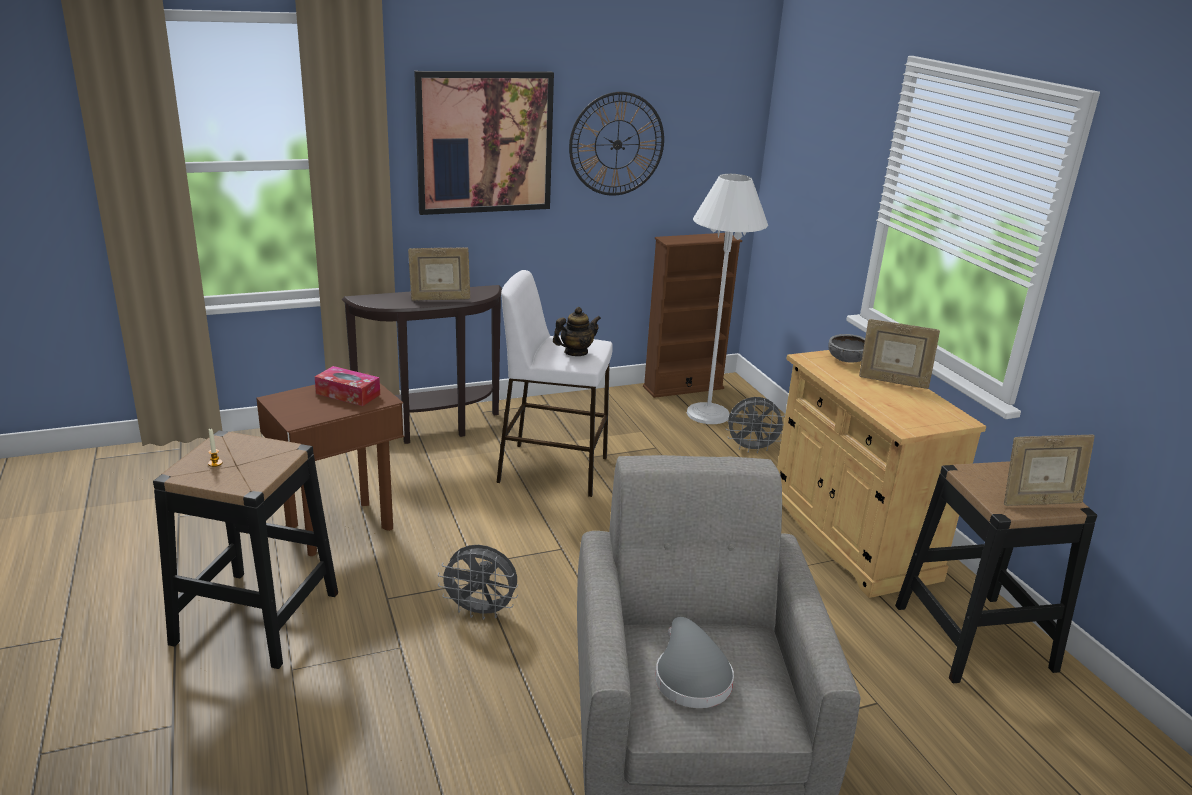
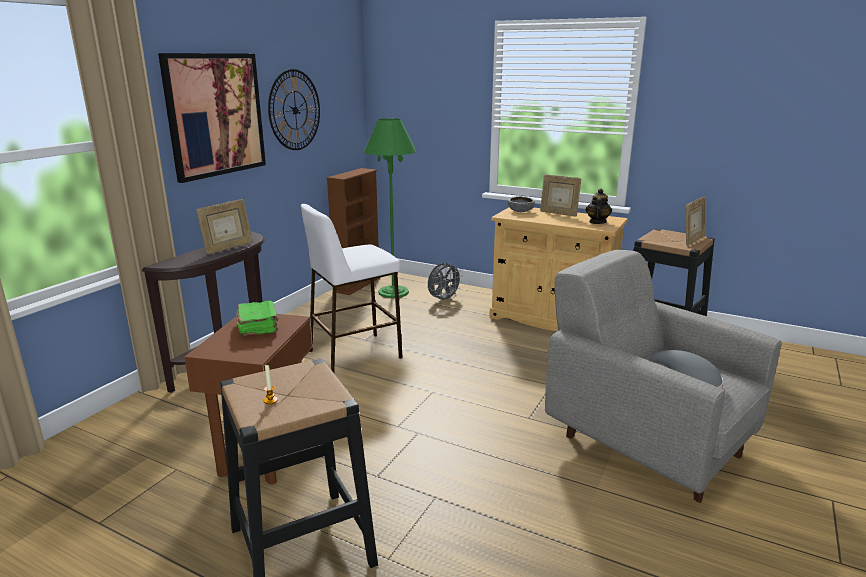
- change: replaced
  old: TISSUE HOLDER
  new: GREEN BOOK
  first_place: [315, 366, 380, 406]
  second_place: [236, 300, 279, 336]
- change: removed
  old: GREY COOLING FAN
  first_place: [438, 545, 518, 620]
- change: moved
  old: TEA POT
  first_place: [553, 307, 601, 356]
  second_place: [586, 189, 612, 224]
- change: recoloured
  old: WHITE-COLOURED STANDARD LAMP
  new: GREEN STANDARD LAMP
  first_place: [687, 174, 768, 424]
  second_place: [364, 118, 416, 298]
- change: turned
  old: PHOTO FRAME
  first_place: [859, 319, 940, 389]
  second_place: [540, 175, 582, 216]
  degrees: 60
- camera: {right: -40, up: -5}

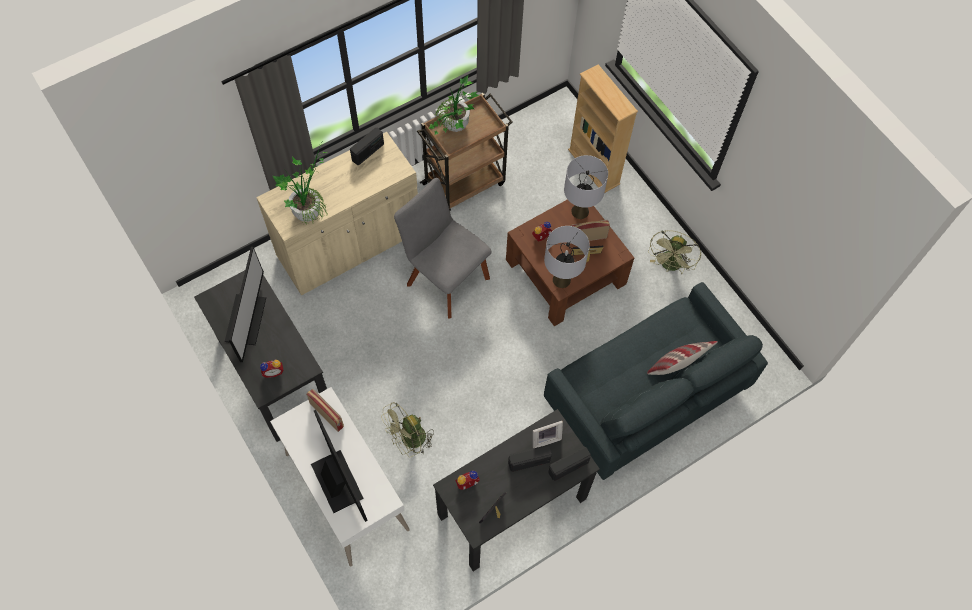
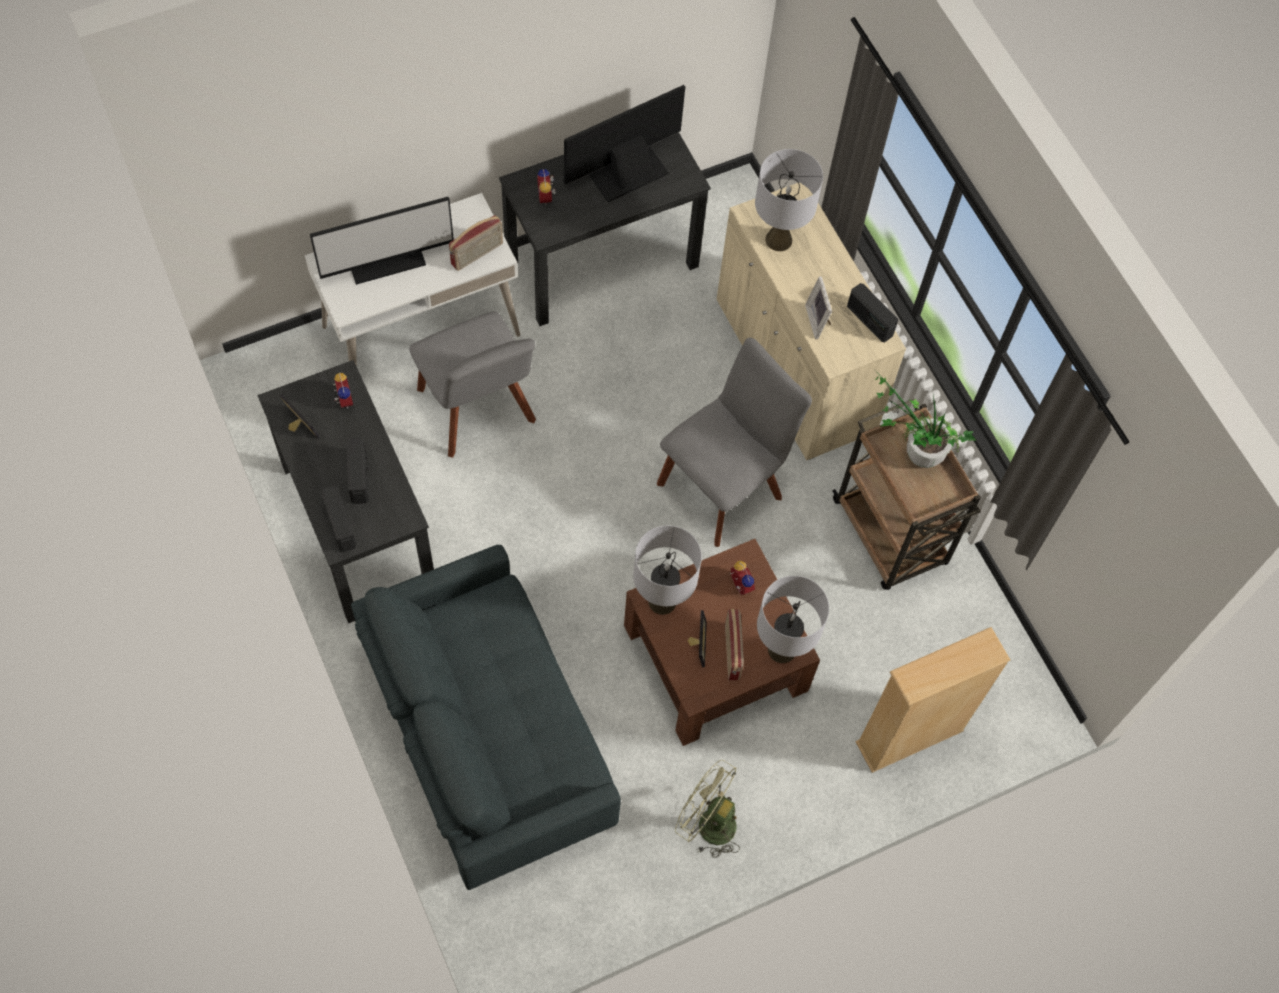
- change: turned
  old: MONITOR
  first_place: [225, 247, 266, 362]
  second_place: [564, 85, 685, 202]
  degrees: 135
- change: replaced
  old: PLANT IN A POT
  new: GREY TABLE LAMP
  first_place: [272, 140, 328, 225]
  second_place: [755, 149, 823, 251]
- change: replaced
  old: GREEN COOLING FAN
  new: GREY CHAIR
  first_place: [381, 402, 432, 457]
  second_place: [409, 311, 536, 458]
- change: moved
  old: PHOTO FRAME
  first_place: [533, 421, 563, 448]
  second_place: [805, 276, 832, 339]
- change: removed
  old: CUSHION
  first_place: [647, 341, 718, 375]
- camera: {right: 95, up: 0}

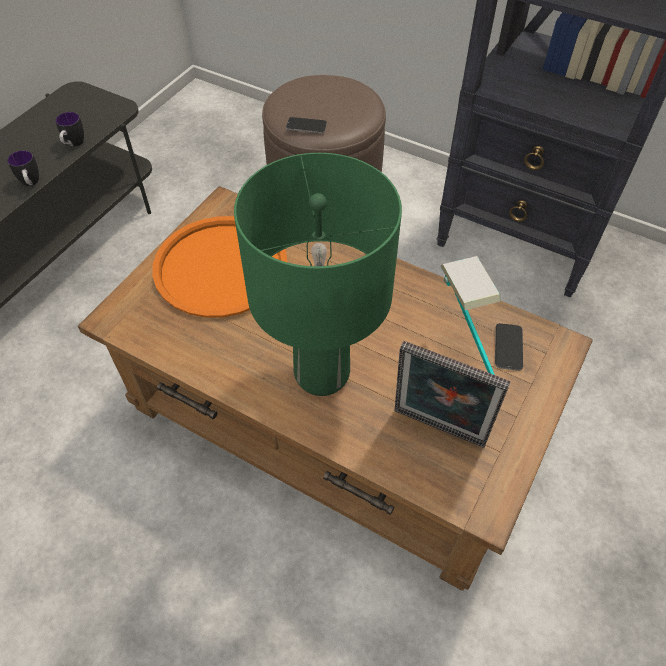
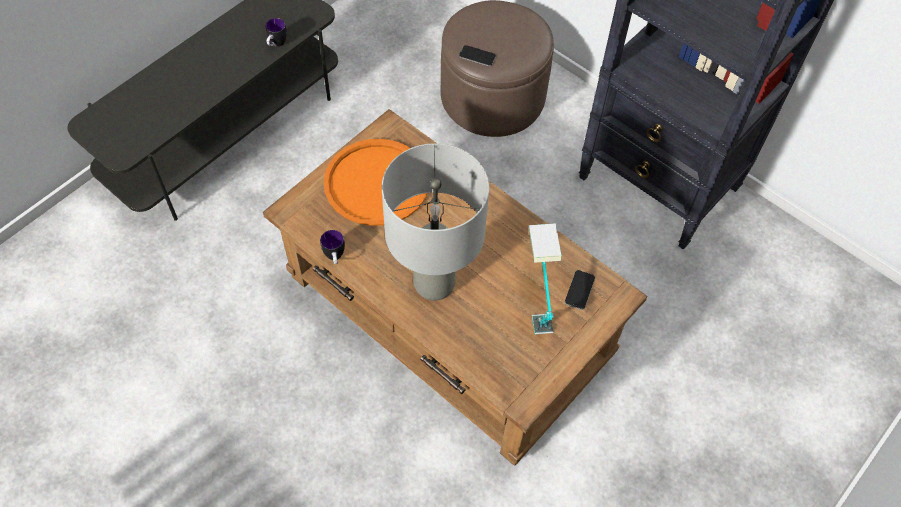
- change: moved
  old: TEA MUG
  first_place: [7, 150, 39, 186]
  second_place: [320, 230, 345, 264]
- change: recoloured
  old: GREEN TABLE LAMP
  new: GREY TABLE LAMP
  first_place: [234, 153, 402, 396]
  second_place: [382, 143, 489, 301]
- change: removed
  old: PHOTO FRAME
  first_place: [394, 341, 511, 448]
- camera: {right: 10, up: 5}

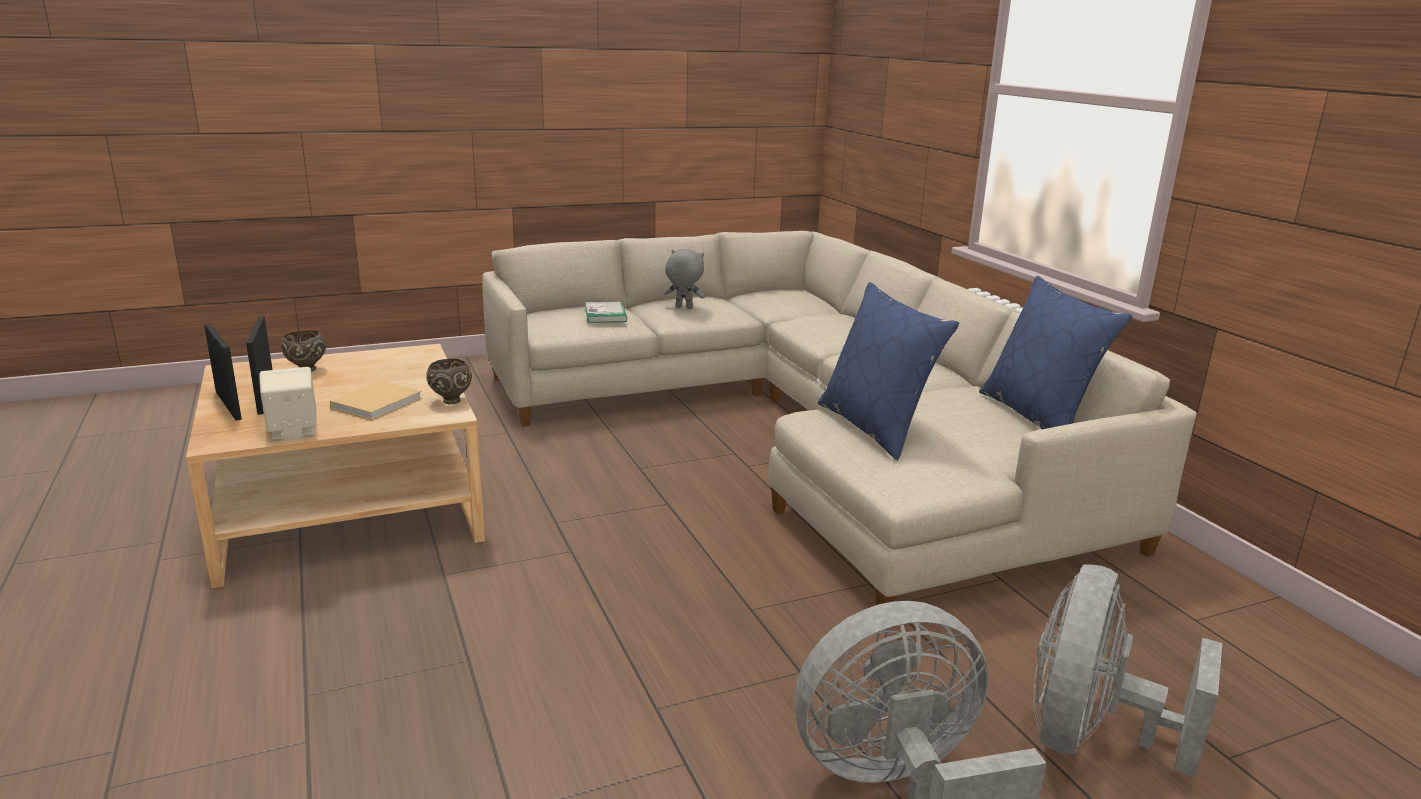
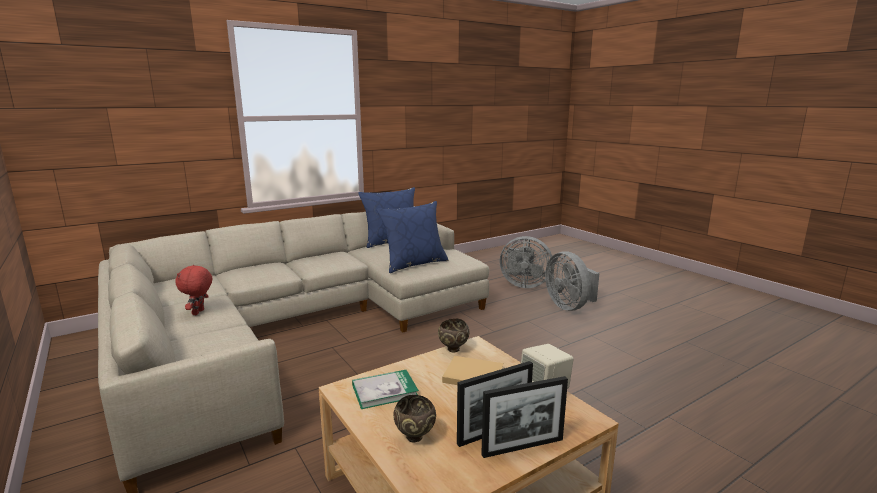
- change: turned
  old: PHOTO FRAME
  first_place: [204, 323, 242, 421]
  second_place: [481, 376, 568, 458]
  degrees: -150
- change: moved
  old: BOOK
  first_place: [585, 301, 627, 323]
  second_place: [352, 370, 419, 409]
- change: recoloured
  old: GREY CUDDLY TOY
  new: REDDISH CUDDLY TOY
  first_place: [664, 249, 705, 309]
  second_place: [176, 265, 212, 315]
- camera: {right: -100, up: -5}

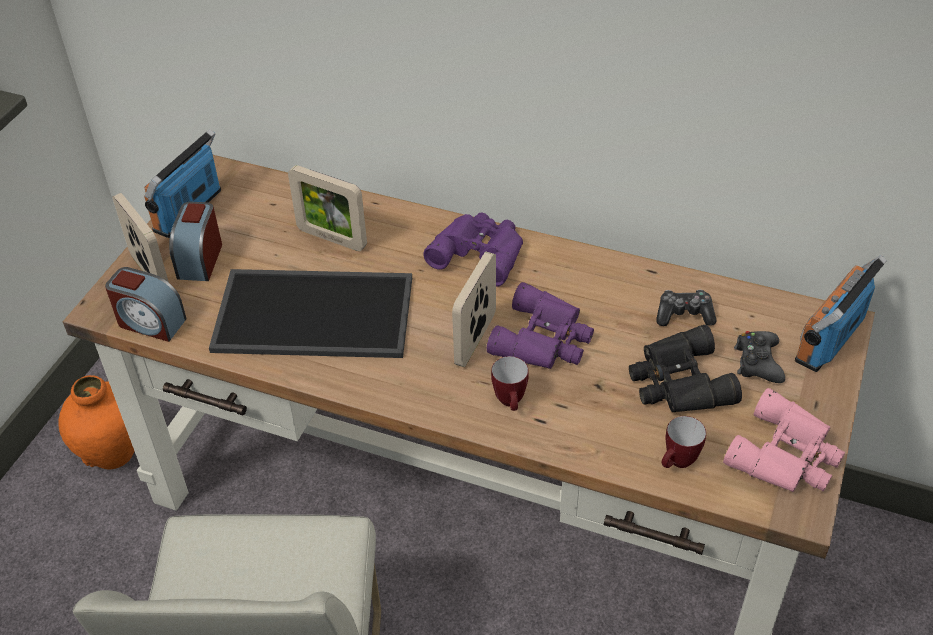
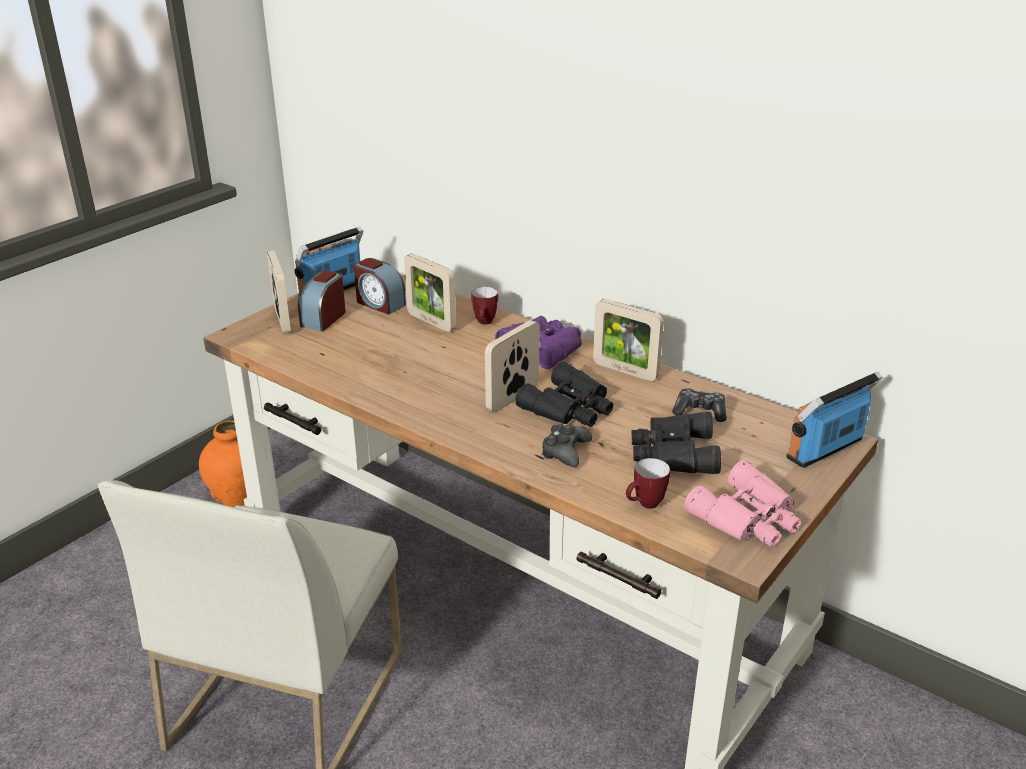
- change: moved
  old: ALARM CLOCK
  first_place: [105, 267, 187, 342]
  second_place: [354, 258, 406, 315]
- change: removed
  old: CARRYING TRAY
  first_place: [209, 269, 412, 358]
- change: recoloured
  old: PURPLISH FIELD GLASSES
  new: BLACK-COLOURED FIELD GLASSES
  first_place: [487, 282, 594, 369]
  second_place: [515, 361, 614, 427]
- change: moved
  old: TEA MUG
  first_place: [491, 356, 529, 411]
  second_place: [472, 287, 498, 325]
- change: moved
  old: BLACK-COLOURED JOYPAD
  first_place: [734, 331, 785, 383]
  second_place: [541, 423, 592, 467]
- change: added
  new: PHOTO FRAME
  second_place: [593, 299, 664, 381]
- camera: {right: 15, up: -15}

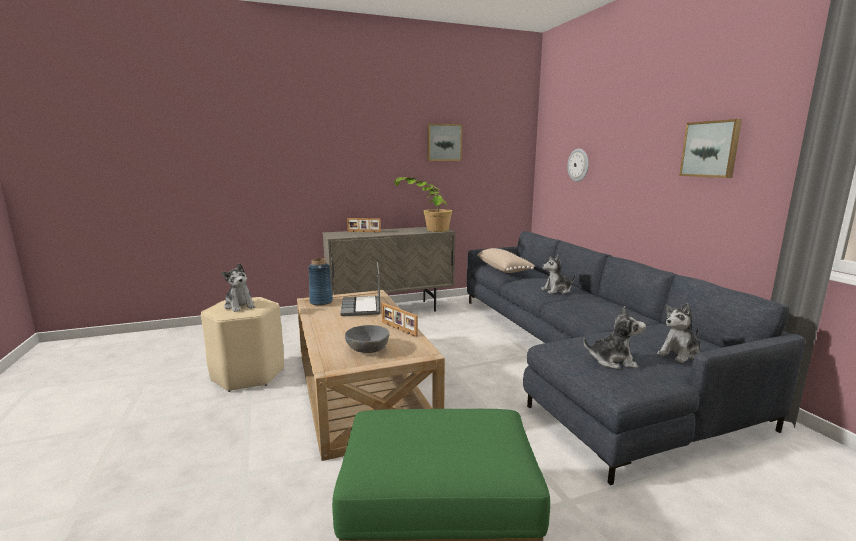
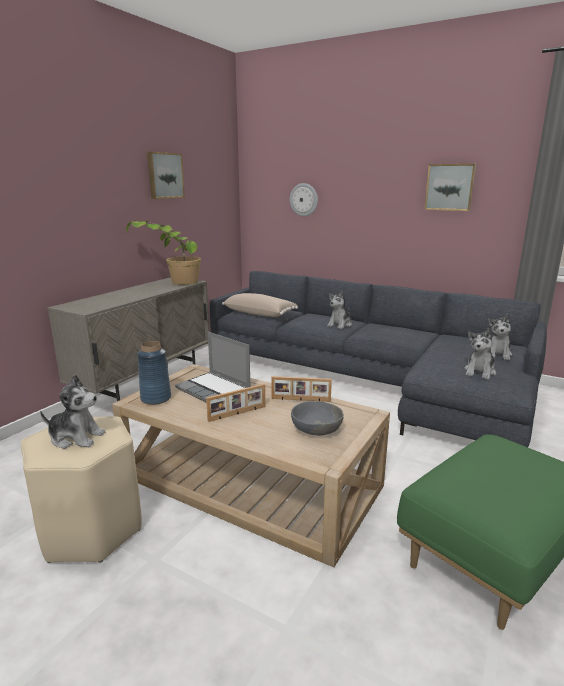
- change: moved
  old: PHOTO FRAME
  first_place: [347, 218, 381, 233]
  second_place: [206, 384, 265, 422]
- change: turned
  old: CUDDLY TOY
  first_place: [584, 306, 646, 369]
  second_place: [464, 328, 496, 380]
  degrees: 150
- camera: {right: -40, up: 5}

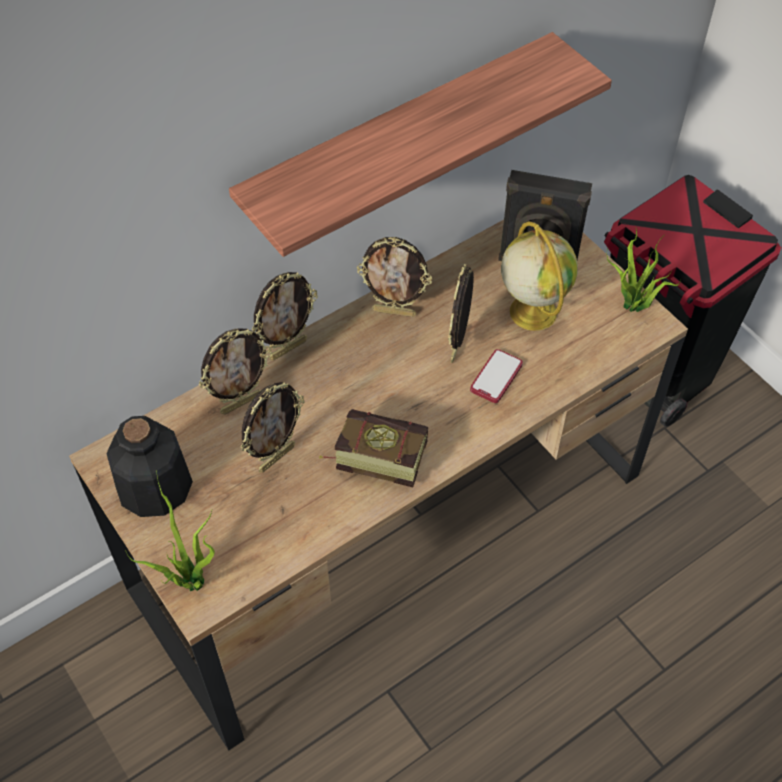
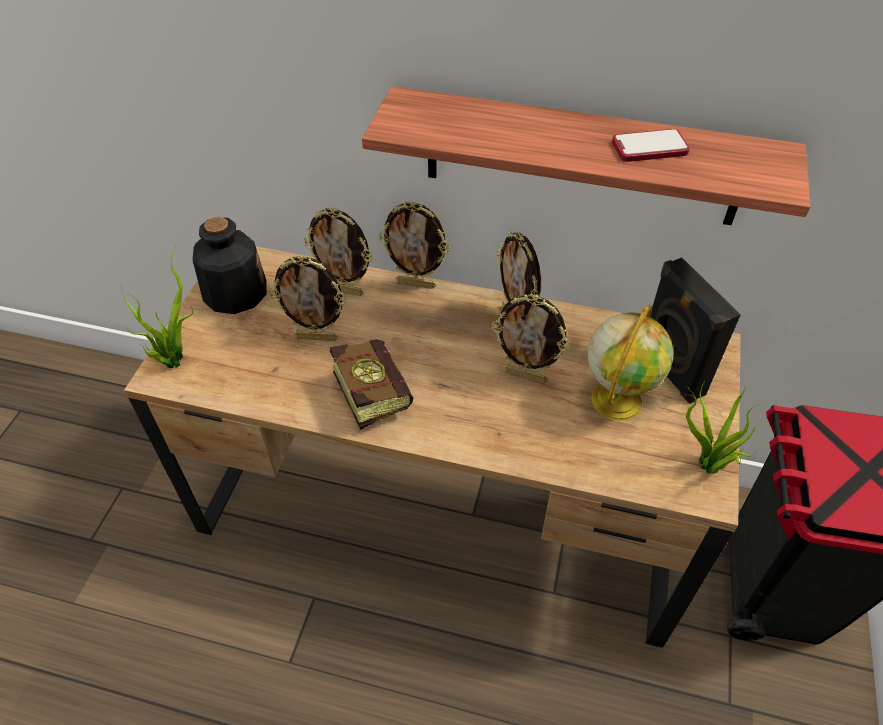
- change: turned
  old: PHOTO FRAME
  first_place: [448, 264, 474, 363]
  second_place: [492, 294, 570, 383]
  degrees: -135
- change: moved
  old: HANDSET
  first_place: [470, 349, 523, 403]
  second_place: [612, 129, 690, 162]
- camera: {right: 50, up: -5}

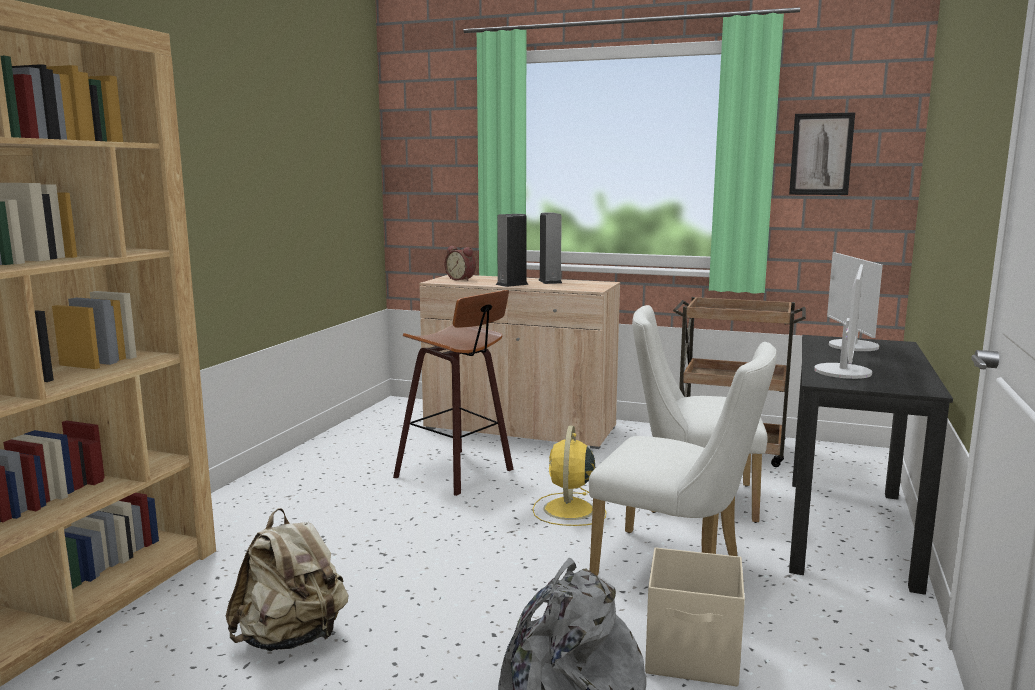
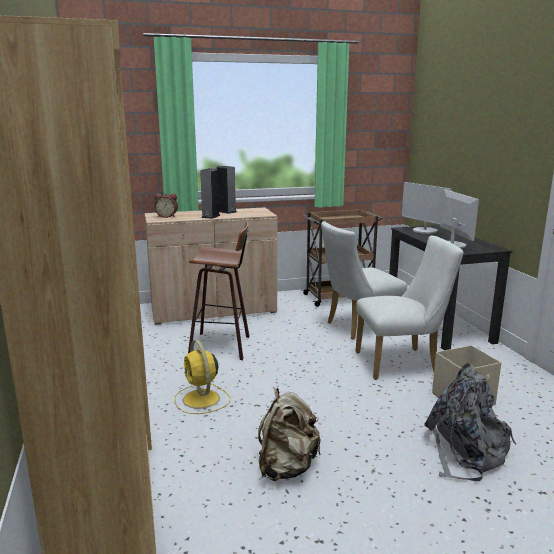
- change: moved
  old: YELLOW-COLOURED COOLING FAN
  first_place: [532, 425, 606, 526]
  second_place: [175, 340, 230, 414]
- change: removed
  old: WALL PICTURE
  first_place: [789, 112, 855, 195]
- camera: {right: -35, up: 5}

